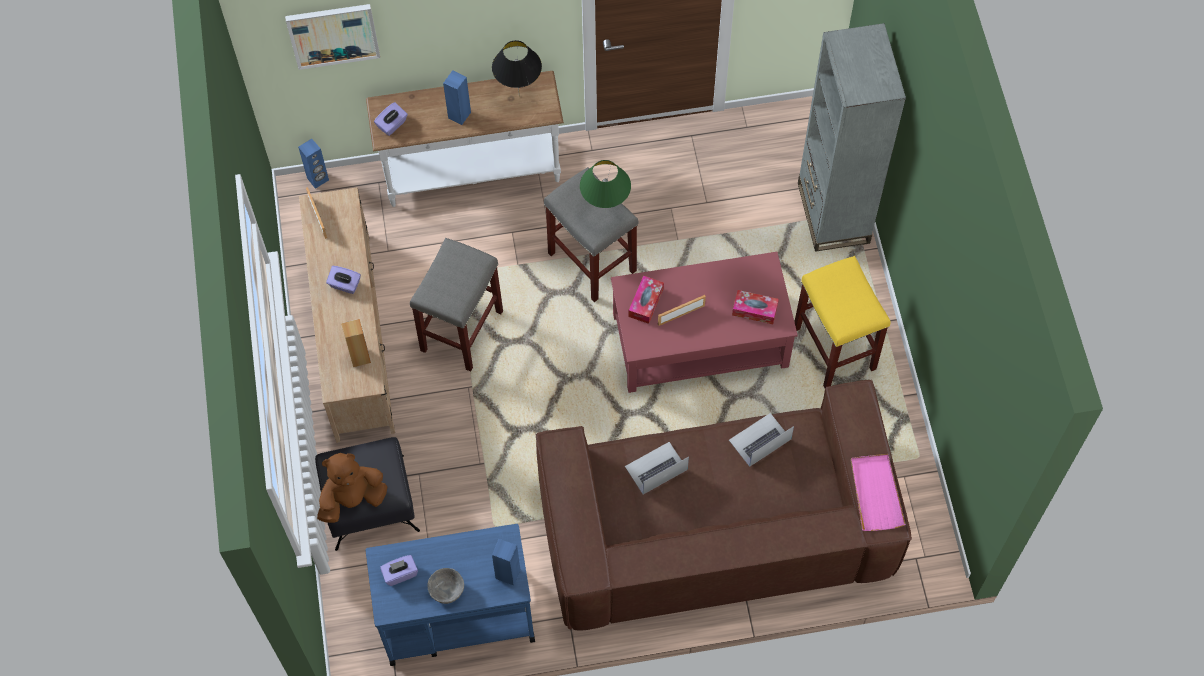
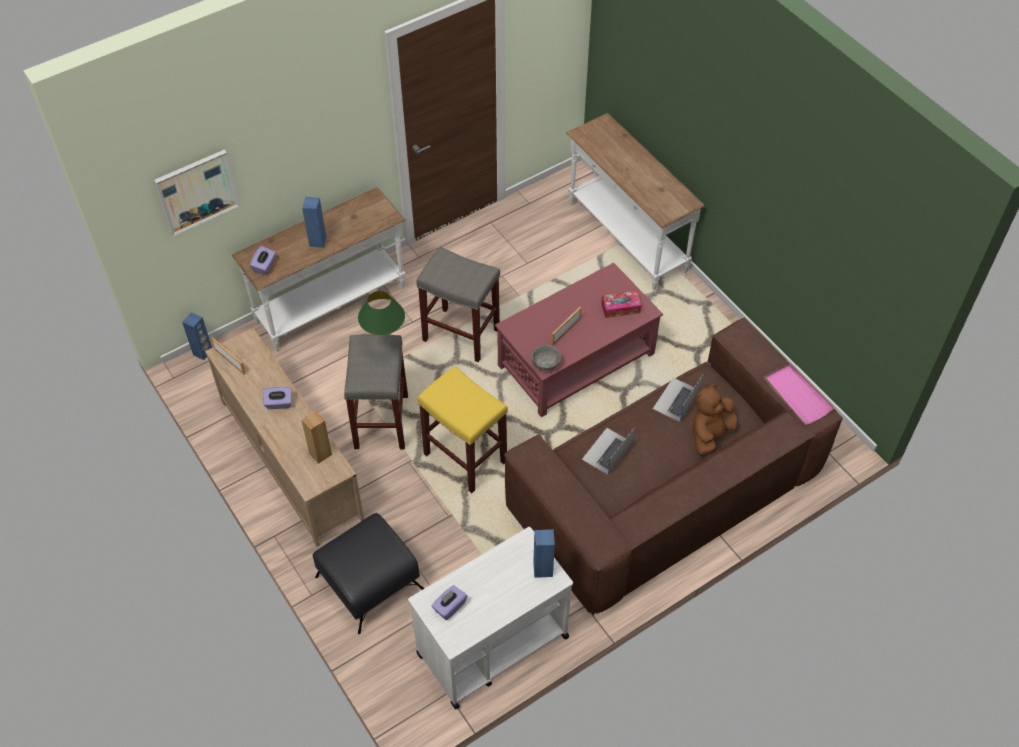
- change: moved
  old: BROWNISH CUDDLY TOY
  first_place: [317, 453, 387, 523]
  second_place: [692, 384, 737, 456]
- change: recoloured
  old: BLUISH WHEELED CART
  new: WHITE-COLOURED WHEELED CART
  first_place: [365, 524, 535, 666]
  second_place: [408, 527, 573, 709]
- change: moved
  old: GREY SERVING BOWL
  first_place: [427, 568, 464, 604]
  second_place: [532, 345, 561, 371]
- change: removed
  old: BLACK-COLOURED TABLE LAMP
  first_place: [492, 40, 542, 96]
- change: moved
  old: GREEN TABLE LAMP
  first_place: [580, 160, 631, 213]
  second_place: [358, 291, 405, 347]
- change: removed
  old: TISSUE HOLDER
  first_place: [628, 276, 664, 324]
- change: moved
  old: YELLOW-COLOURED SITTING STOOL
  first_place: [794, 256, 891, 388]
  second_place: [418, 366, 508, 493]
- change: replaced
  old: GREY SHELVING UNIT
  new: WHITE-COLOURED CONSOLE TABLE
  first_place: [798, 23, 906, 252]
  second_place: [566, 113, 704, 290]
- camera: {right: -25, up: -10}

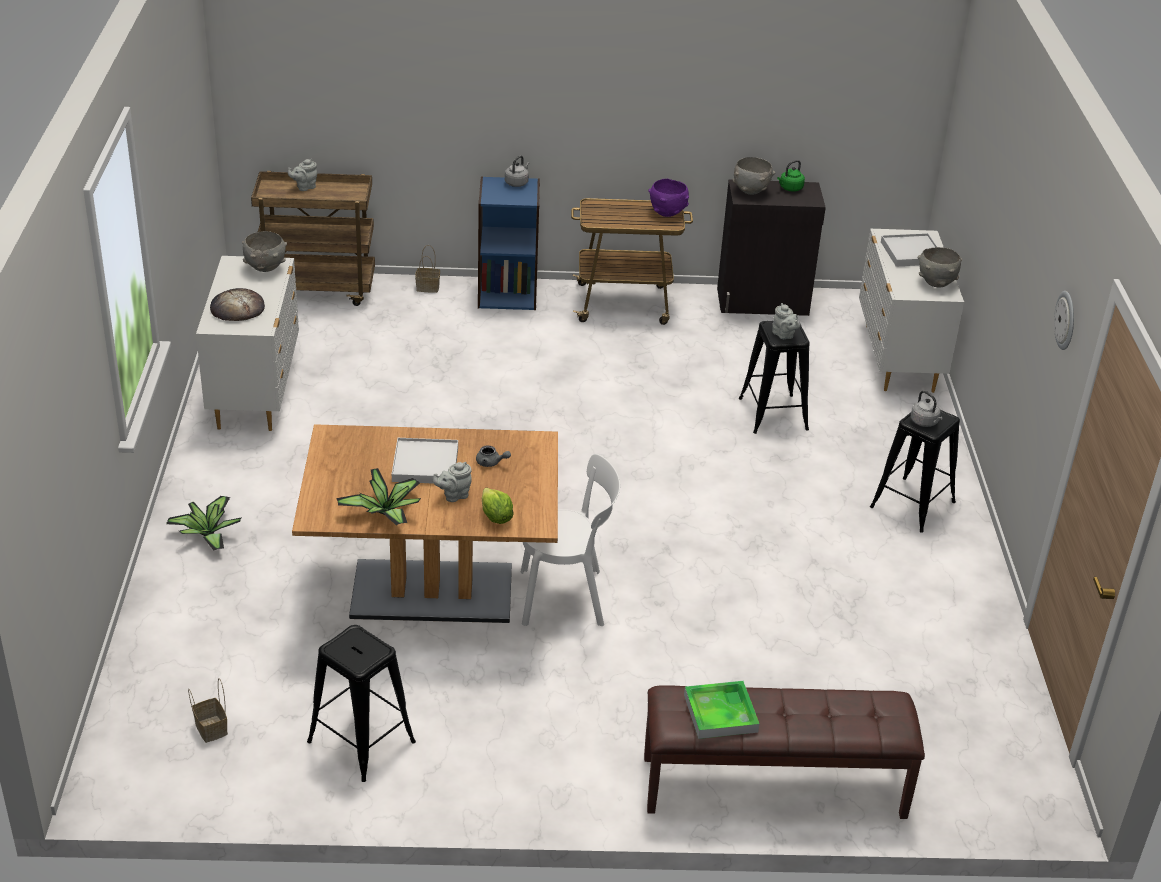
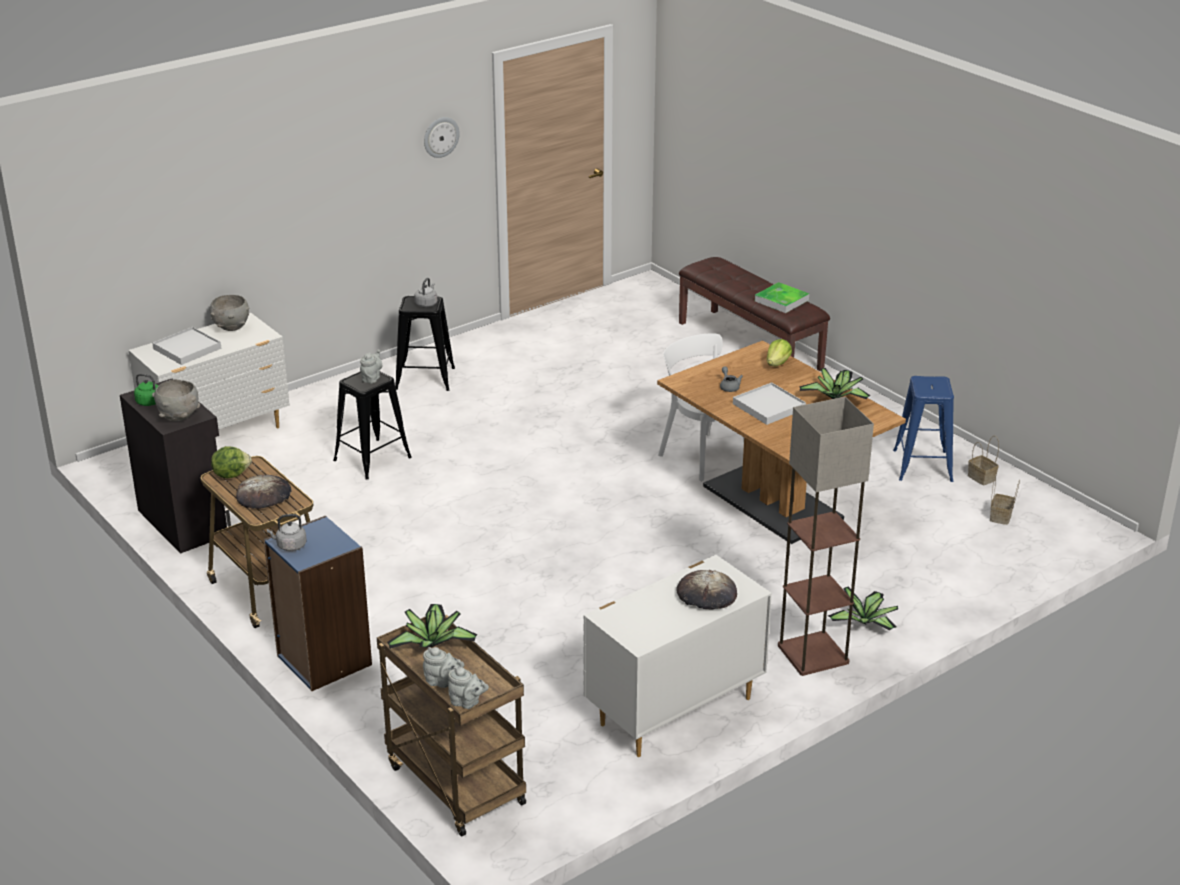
- change: removed
  old: GREY SERVING BOWL
  first_place: [242, 231, 287, 272]
- change: recoloured
  old: BLACK-COLOURED SITTING STOOL
  new: BLUISH SITTING STOOL
  first_place: [307, 625, 416, 782]
  second_place: [893, 376, 954, 482]
- change: moved
  old: HOUSEHOLD BASKET
  first_place: [415, 245, 440, 293]
  second_place: [968, 436, 999, 485]
- change: moved
  old: GREY TEA POT
  first_place: [433, 462, 472, 502]
  second_place: [448, 667, 489, 709]
- change: replaced
  old: PURPLISH SERVING BOWL
  new: LETTUCE HEAD
  first_place: [648, 179, 689, 217]
  second_place: [211, 446, 252, 478]
- change: added
  new: BREAD
  second_place: [236, 475, 291, 509]
- change: added
  new: PLANT IN A POT
  second_place: [387, 604, 478, 649]
- change: added
  new: STANDARD LAMP
  second_place: [778, 397, 874, 676]
- camera: {right: -125, up: -5}

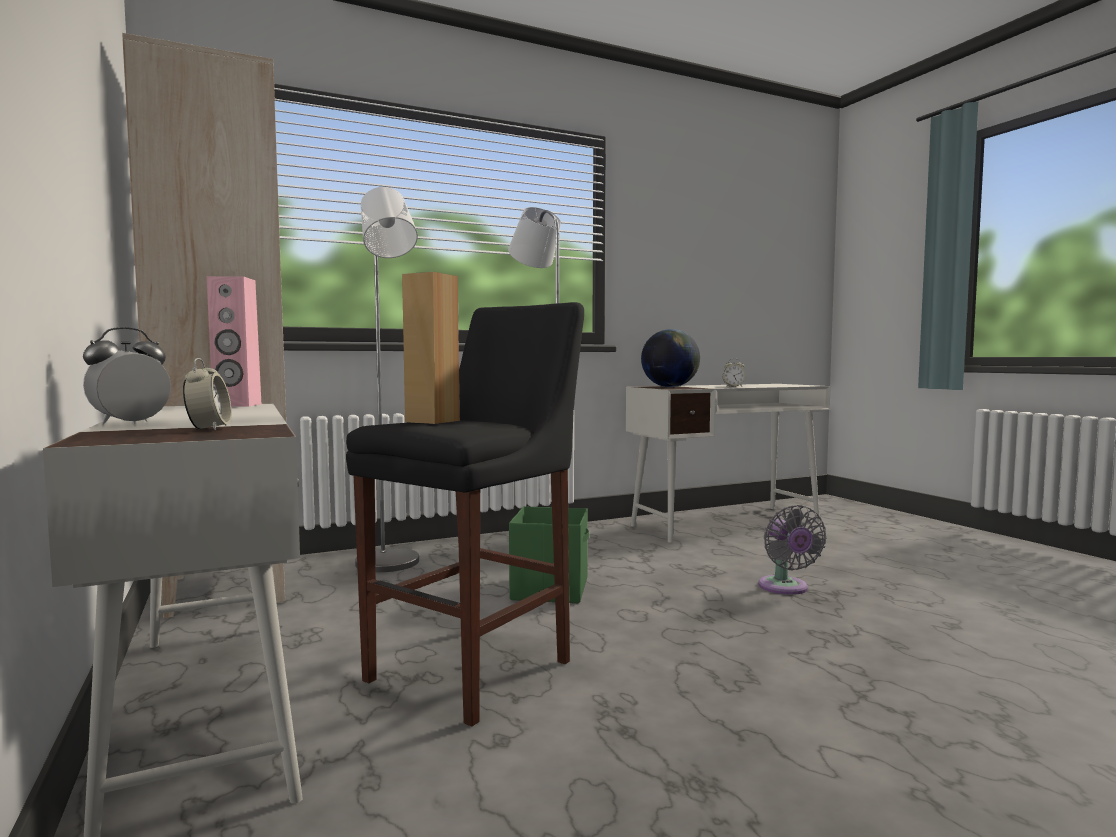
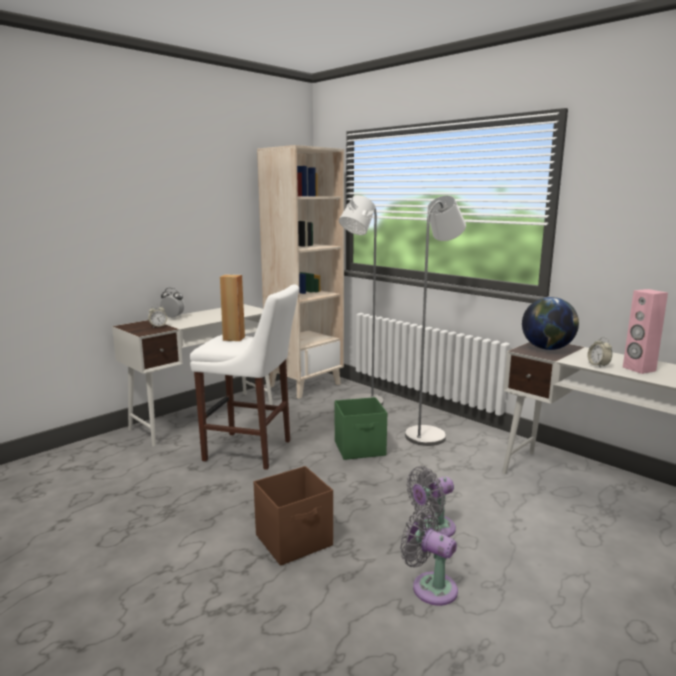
- change: moved
  old: PINK LOUDSPEAKER
  first_place: [207, 276, 261, 407]
  second_place: [623, 289, 668, 374]
- change: recoloured
  old: BLACK-COLOURED SITTING STOOL
  new: WHITE-COLOURED SITTING STOOL
  first_place: [346, 302, 584, 727]
  second_place: [190, 285, 299, 470]
- change: added
  new: BROWNISH STORAGE BIN
  second_place: [254, 466, 333, 566]
- change: added
  new: GREY COOLING FAN
  second_place: [400, 507, 458, 606]
- camera: {right: 70, up: 10}

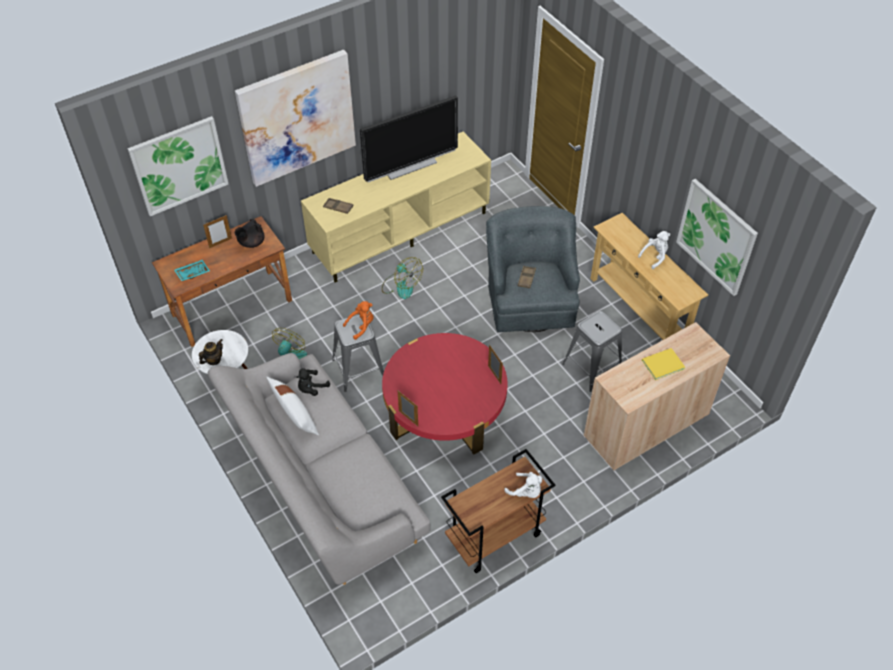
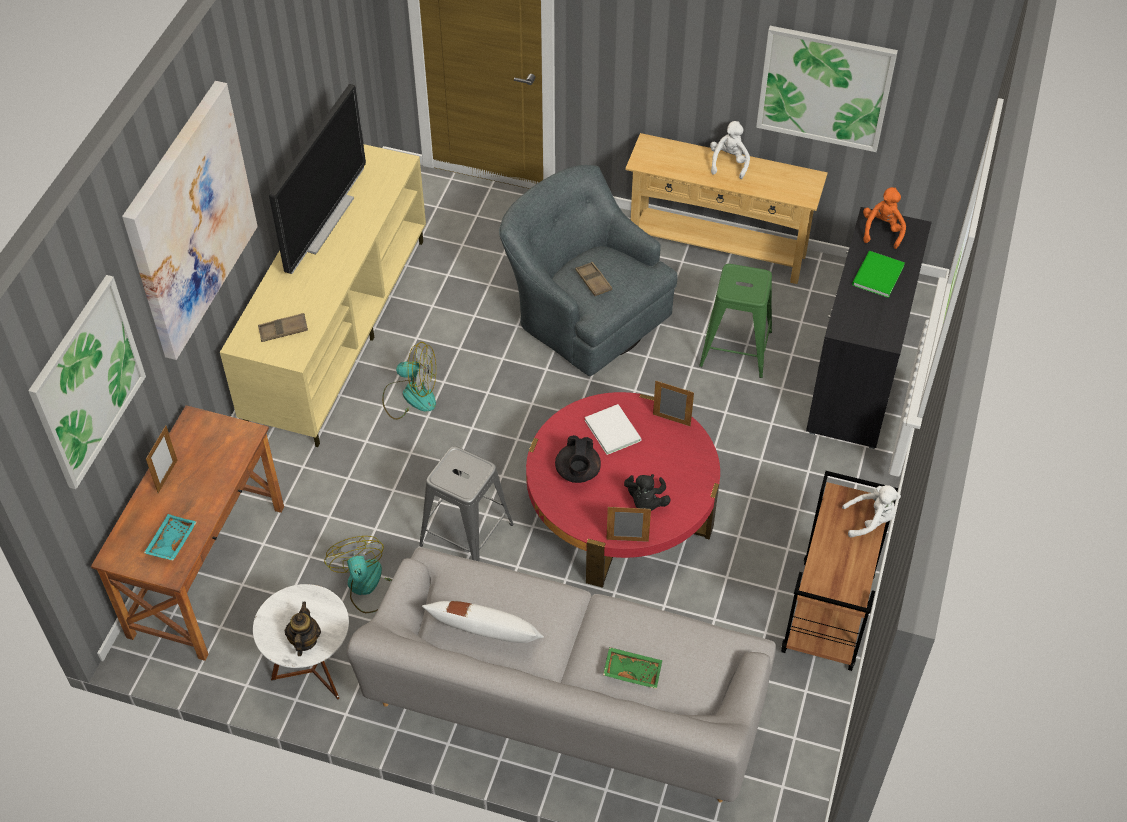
- change: moved
  old: BLACK-COLOURED TEA POT
  first_place: [235, 219, 264, 248]
  second_place: [555, 435, 601, 483]
- change: moved
  old: BLACK-COLOURED CUDDLY TOY
  first_place: [296, 368, 330, 396]
  second_place: [624, 474, 671, 511]
- change: moved
  old: ORANGE-COLOURED CUDDLY TOY
  first_place: [343, 301, 373, 340]
  second_place: [863, 187, 906, 249]
- change: recoloured
  old: GREY SITTING STOOL
  new: GREEN SITTING STOOL
  first_place: [562, 311, 622, 392]
  second_place: [699, 264, 772, 378]
- change: recoloured
  old: BEIGE CABINET
  new: BLACK-COLOURED CABINET
  first_place: [584, 322, 730, 471]
  second_place: [806, 207, 932, 449]
- change: recoloured
  old: YELLOW-COLOURED BOOK
  new: GREEN BOOK
  first_place: [642, 348, 685, 380]
  second_place: [852, 251, 905, 298]
- change: added
  new: WHITE-COLOURED BOOK
  second_place: [584, 404, 642, 455]
- change: added
  new: GREEN CARRYING TRAY
  second_place: [603, 647, 662, 689]
- camera: {right: -40, up: 0}

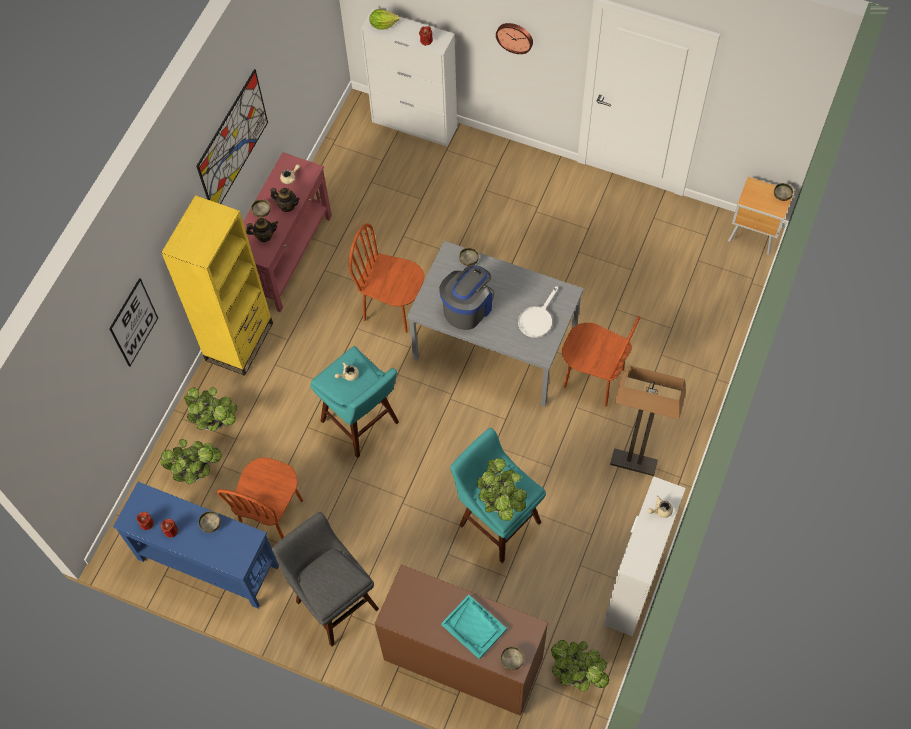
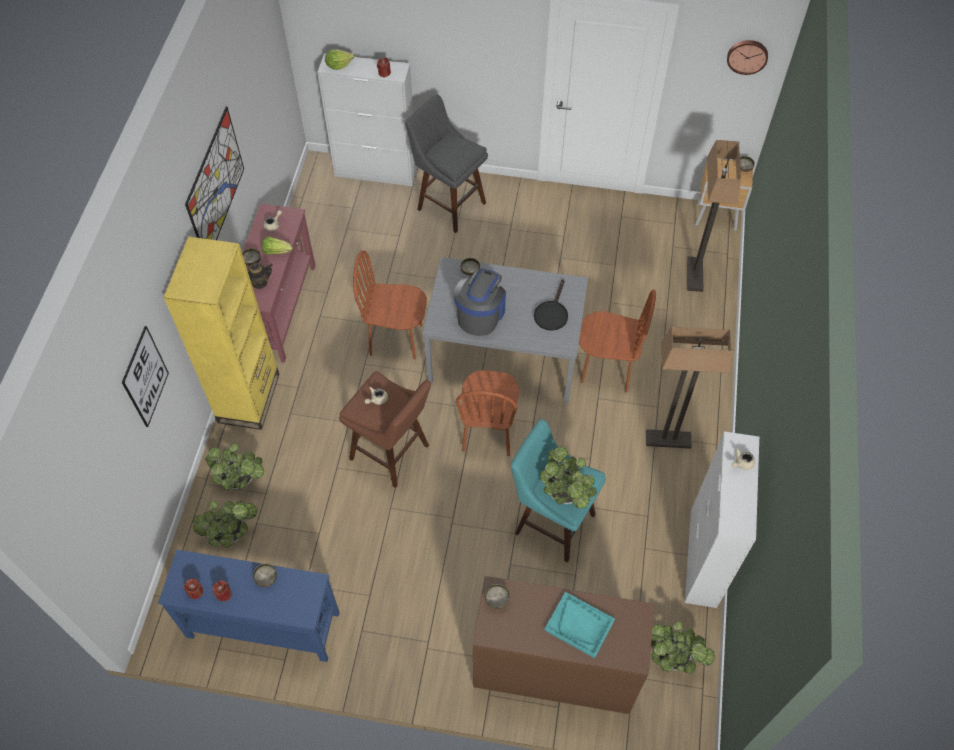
- change: moved
  old: BROWNISH CHAIR
  first_place: [217, 457, 303, 539]
  second_place: [456, 370, 519, 456]
- change: replaced
  old: TEA POT
  new: LETTUCE HEAD
  first_place: [271, 188, 300, 212]
  second_place: [262, 236, 293, 255]
- change: moved
  old: GREY SITTING STOOL
  first_place: [272, 512, 379, 646]
  second_place: [405, 94, 488, 233]
- change: recoloured
  old: TURQUOISE SITTING STOOL
  new: BROWNISH SITTING STOOL
  first_place: [310, 346, 399, 458]
  second_place: [339, 371, 431, 488]
- change: moved
  old: CLOCK ON THE WALL
  first_place: [496, 23, 533, 54]
  second_place: [727, 40, 768, 75]
- change: moved
  old: SERVING BOWL
  first_place: [500, 647, 524, 671]
  second_place: [485, 584, 510, 609]
- change: recoloured
  old: WHITE-COLOURED FRYING PAN
  new: BLACK-COLOURED FRYING PAN
  first_place: [518, 286, 558, 338]
  second_place: [534, 279, 568, 331]
- change: added
  new: STANDARD LAMP
  second_place: [687, 140, 741, 292]
- camera: {right: -15, up: -5}

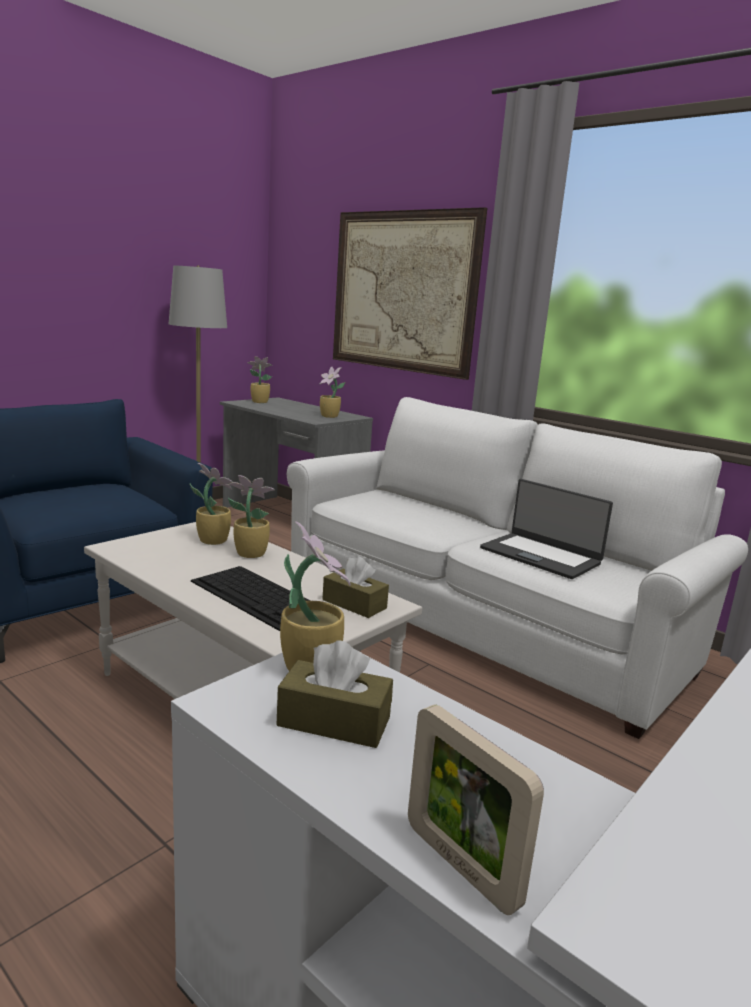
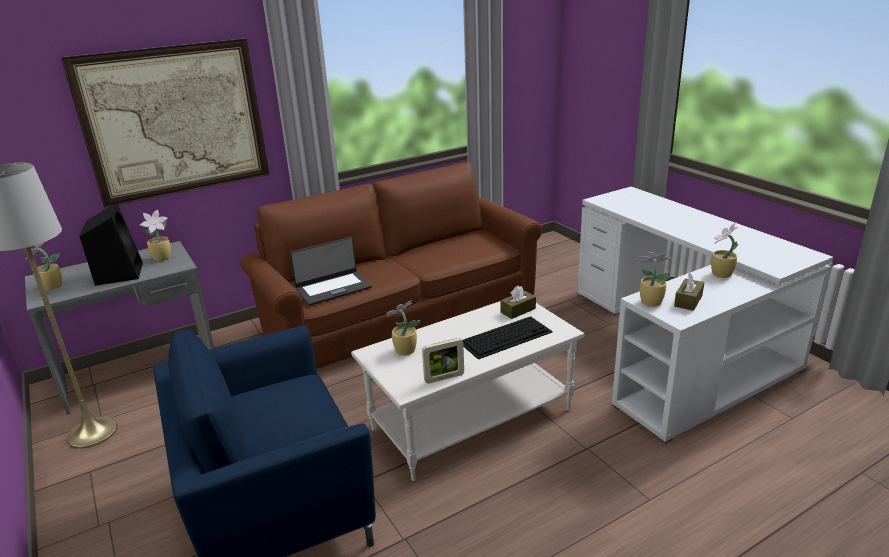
- change: moved
  old: PLANT IN A POT
  first_place: [228, 475, 275, 558]
  second_place: [711, 222, 739, 278]
- change: recoloured
  old: WHITE-COLOURED SOFA
  new: BROWNISH SOFA
  first_place: [287, 397, 748, 739]
  second_place: [240, 162, 542, 369]
- change: moved
  old: PHOTO FRAME
  first_place: [408, 704, 544, 915]
  second_place: [422, 338, 464, 384]
- change: moved
  old: LAPTOP
  first_place: [480, 479, 613, 579]
  second_place: [289, 237, 372, 306]
- change: added
  new: BLACK-COLOURED LOUDSPEAKER
  second_place: [79, 203, 143, 286]
- camera: {right: -70, up: 10}

